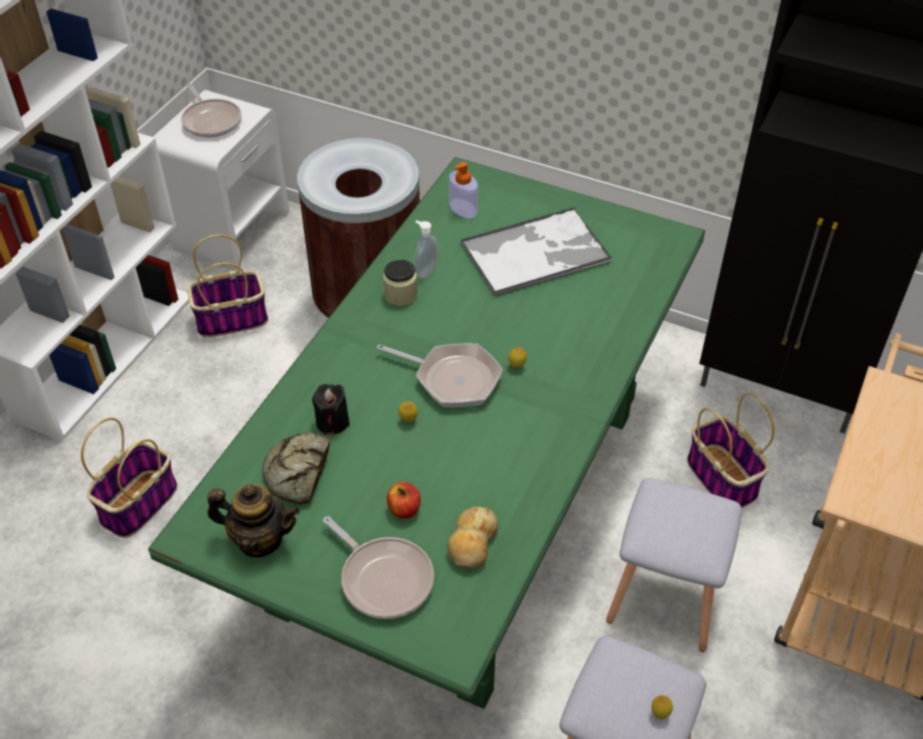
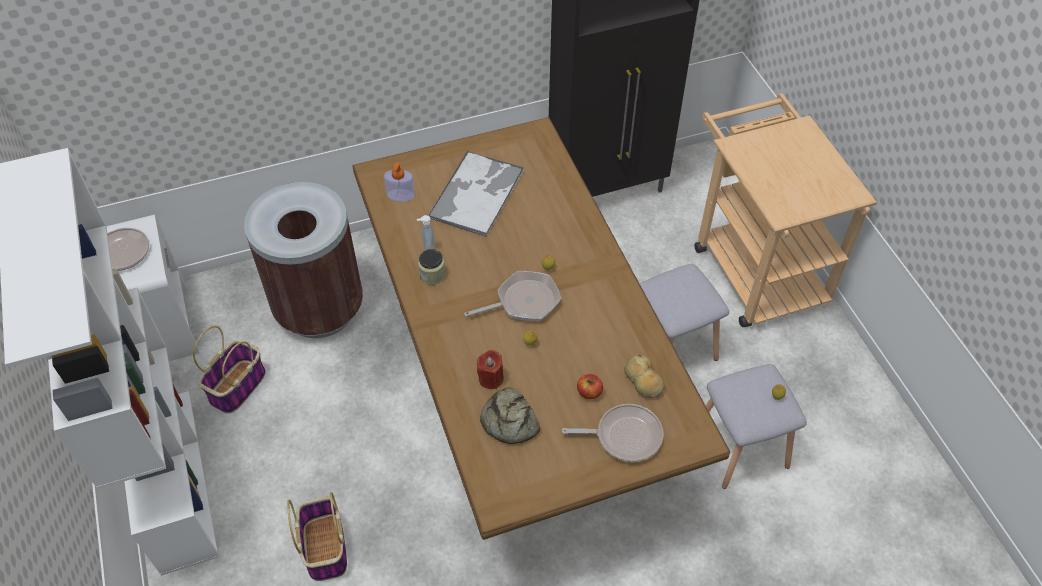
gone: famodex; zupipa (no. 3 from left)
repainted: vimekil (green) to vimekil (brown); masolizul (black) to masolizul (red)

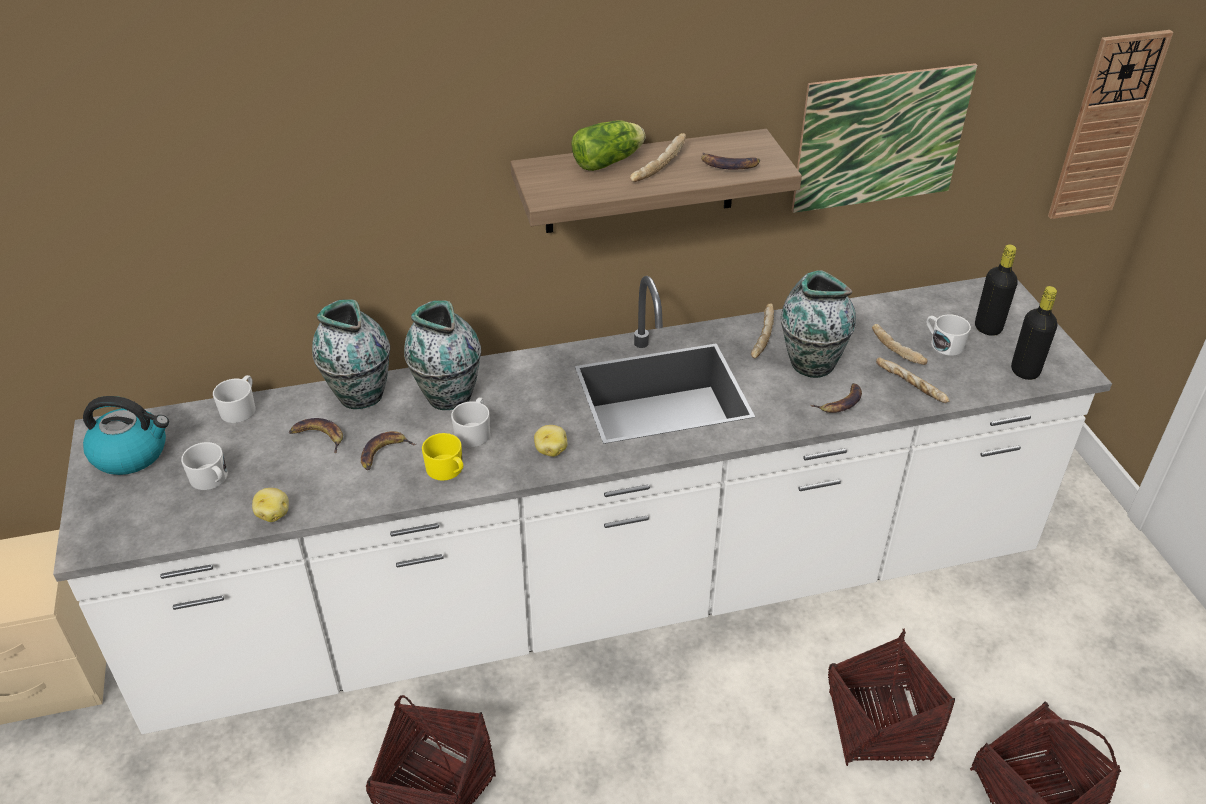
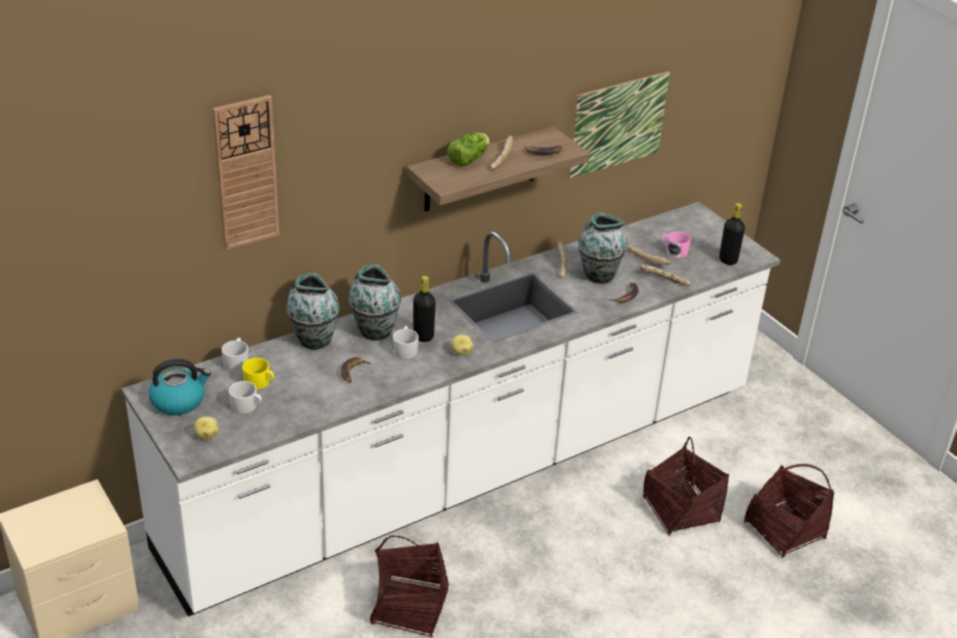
gone: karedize (no. 1 from left)
shifted: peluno (no. 1 from left); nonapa; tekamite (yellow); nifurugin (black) (no. 1 from left)
repainted: tekamite (white) (no. 4 from left) to tekamite (pink)

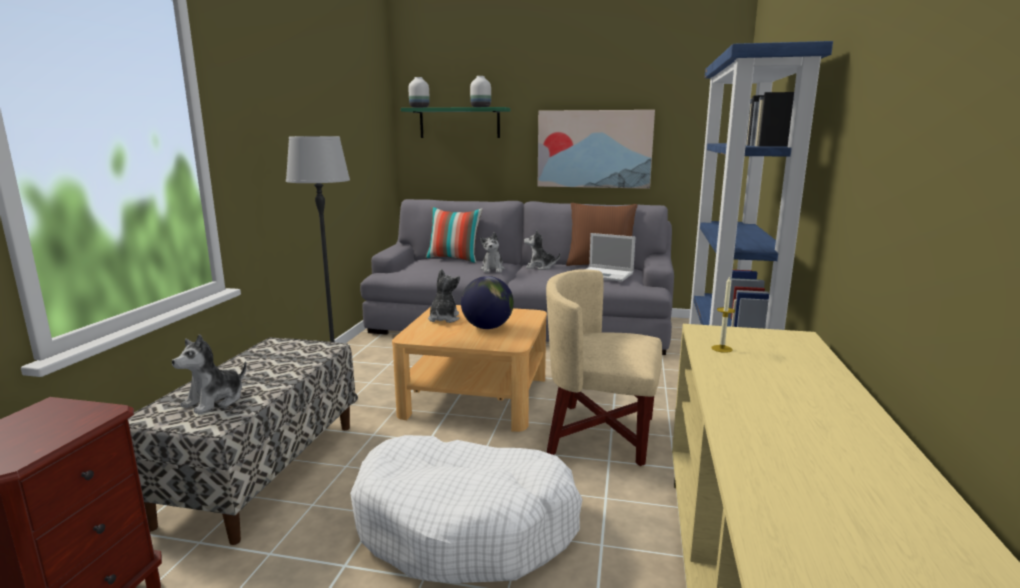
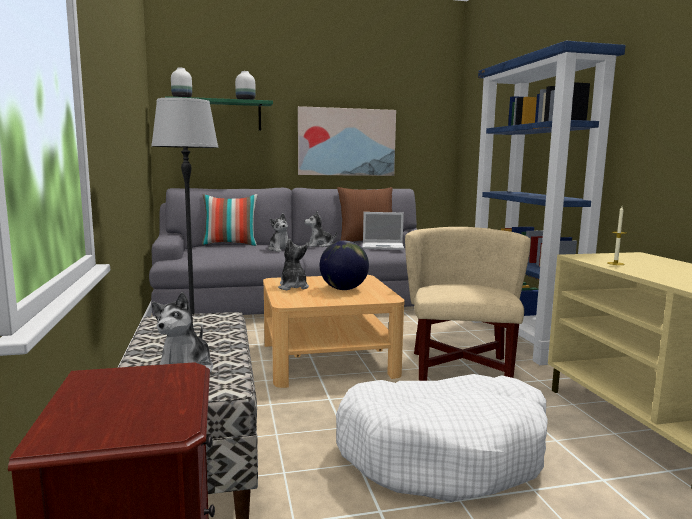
rotated: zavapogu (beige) 105 degrees clockwise

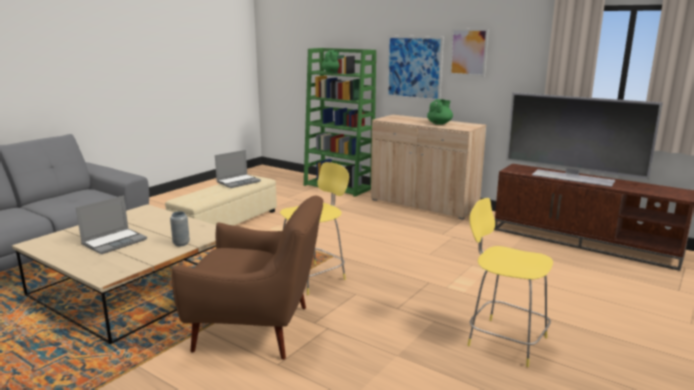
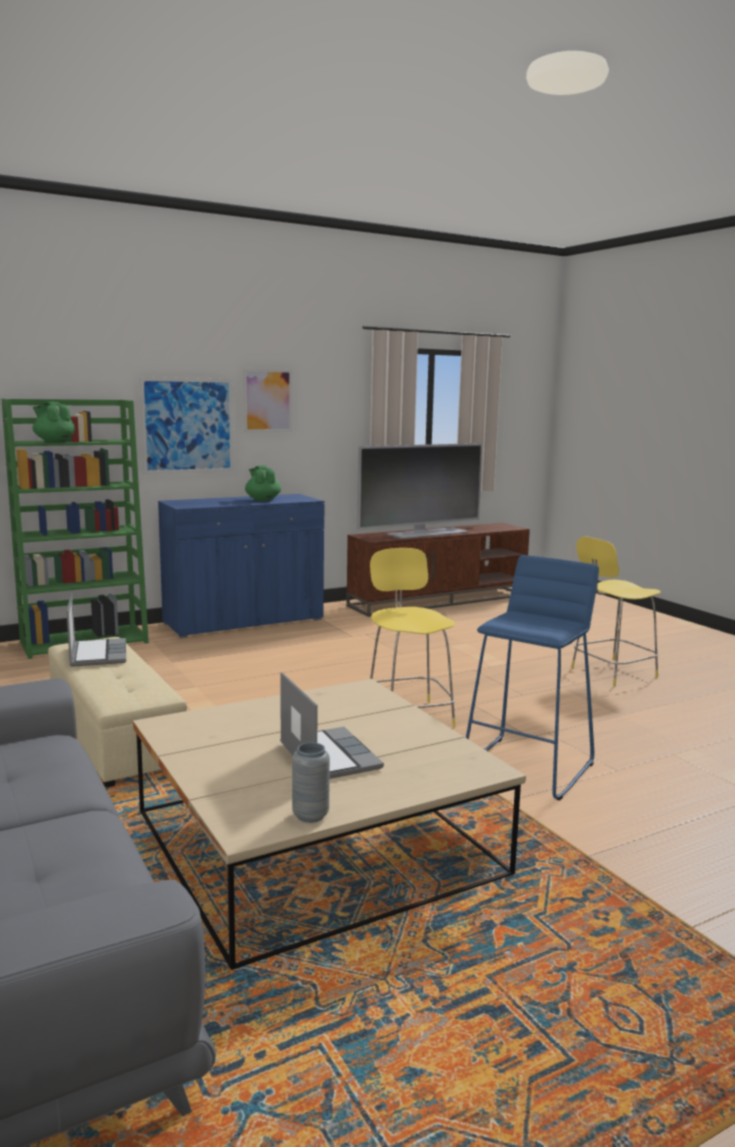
shifted: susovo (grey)
swapped: zavapogu (brown) to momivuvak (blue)
repainted: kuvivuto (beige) to kuvivuto (blue)

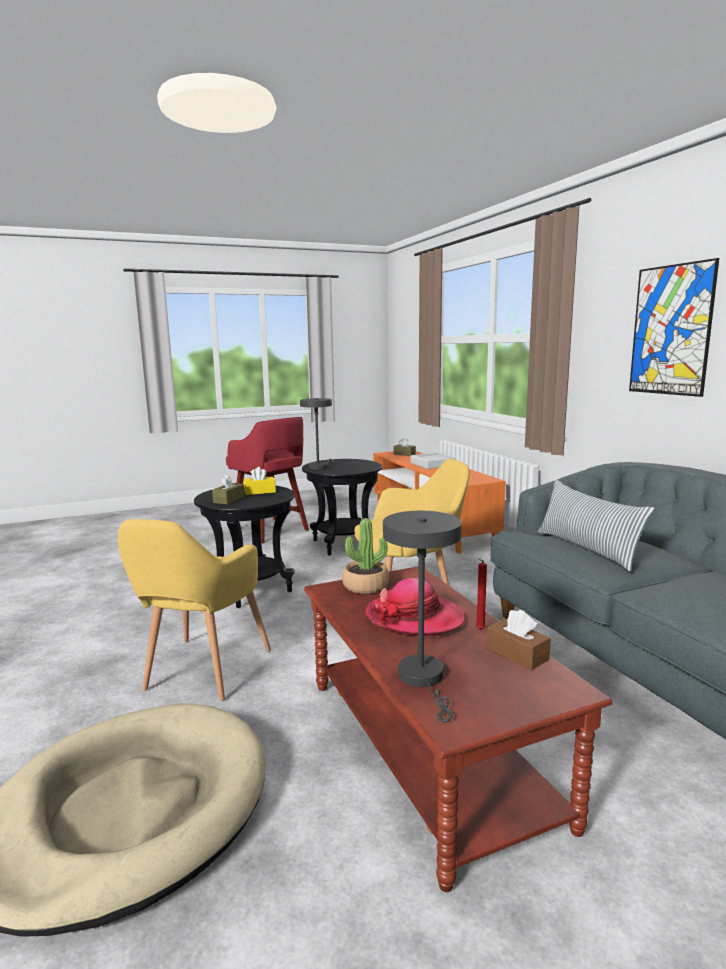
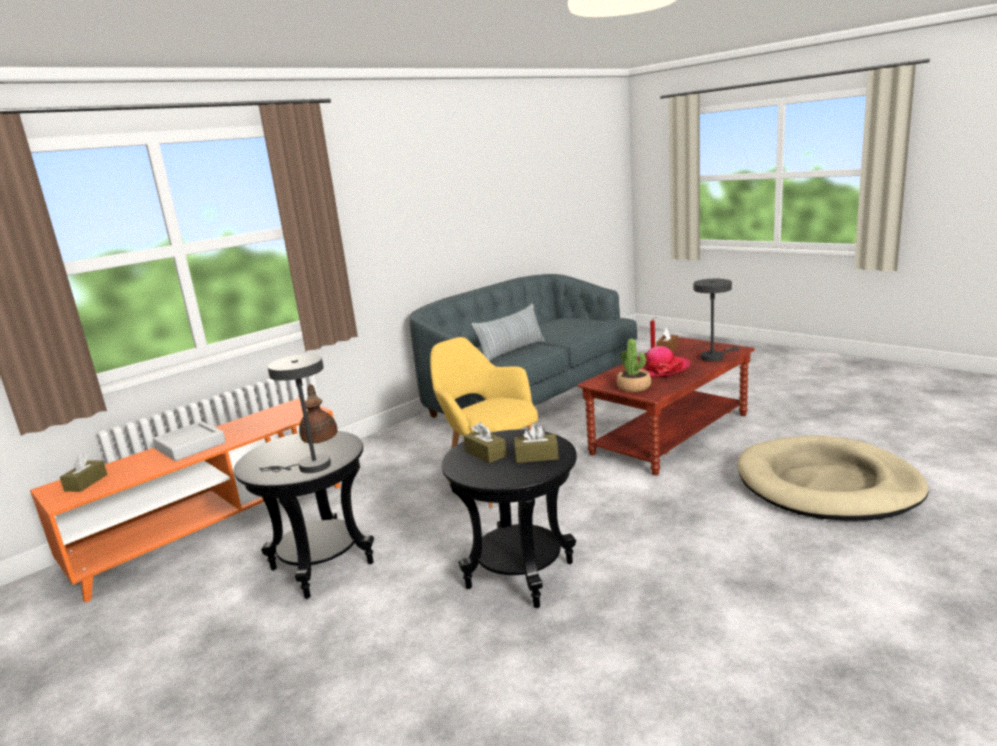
gone: zavapogu (yellow) (no. 1 from left); momivuvak (red); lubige
new: famodex (brown)
repainted: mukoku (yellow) to mukoku (brown) (no. 2 from left)

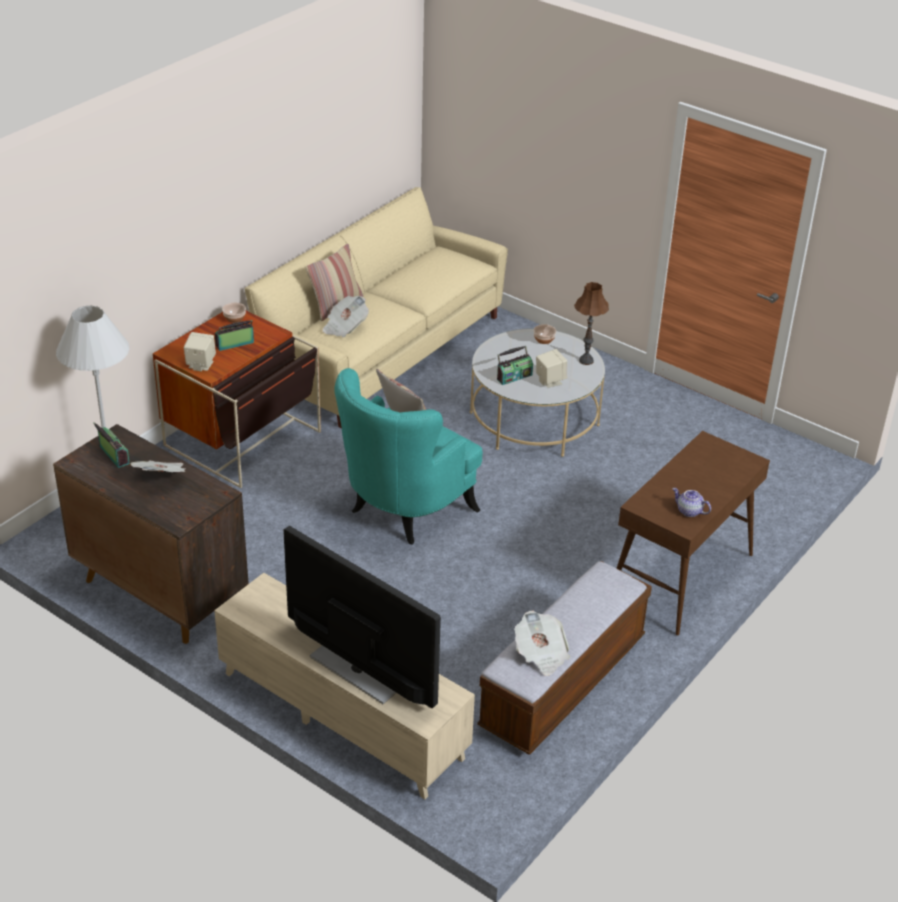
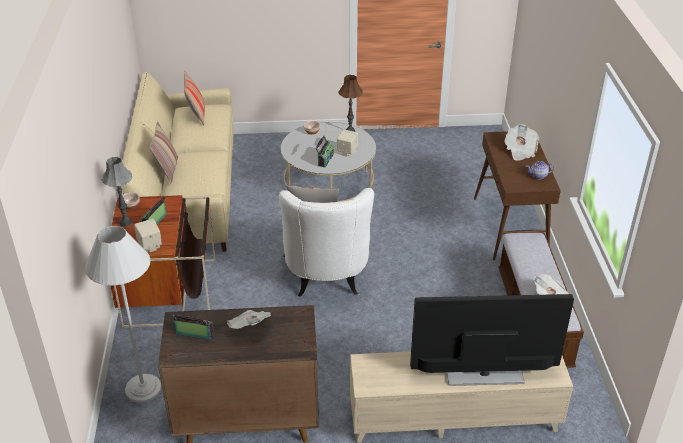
new: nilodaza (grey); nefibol (no. 2 from left)
shifted: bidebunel (no. 2 from left)
repainted: zavapogu (turquoise) to zavapogu (white)

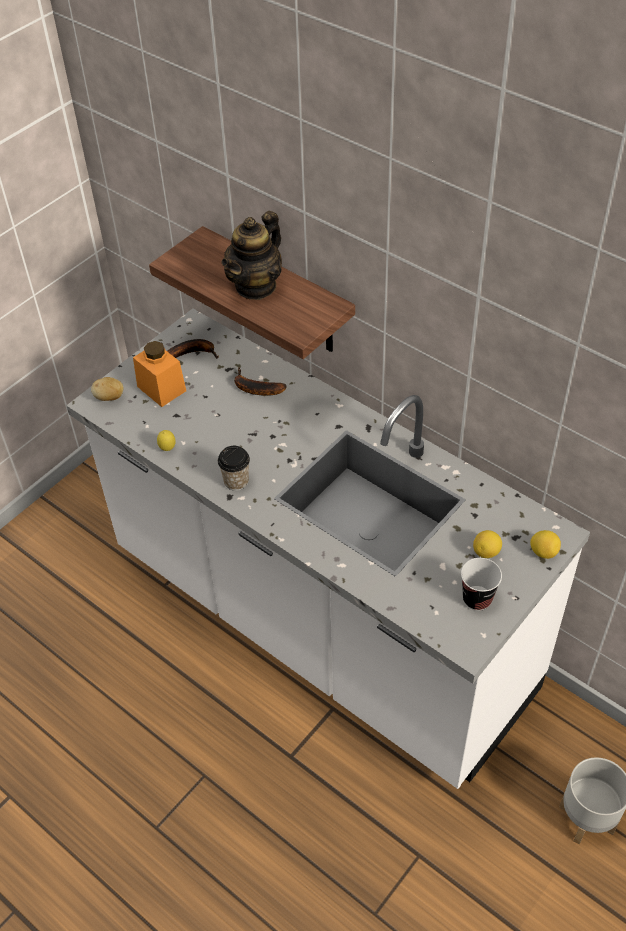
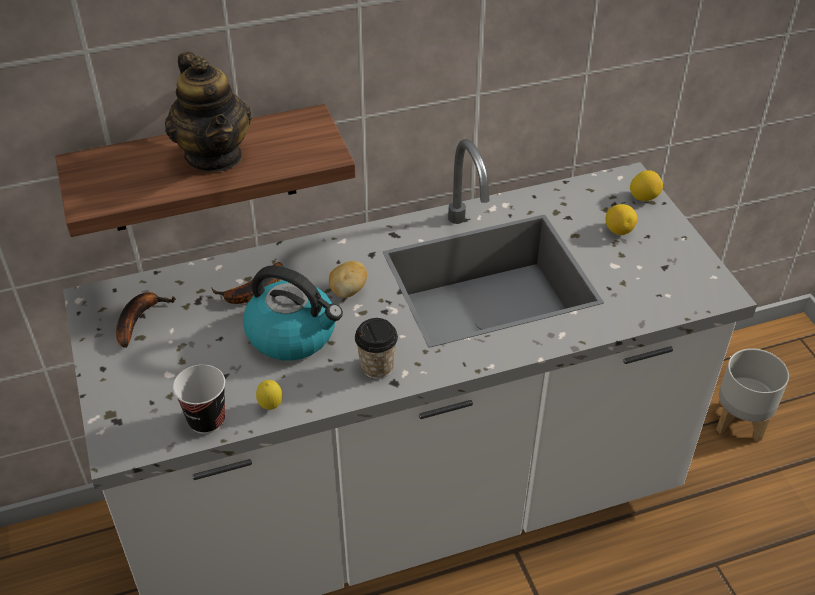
gone: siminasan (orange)
new: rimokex
shifted: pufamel (no. 2 from left in the first image) to pufamel (no. 1 from left); peluno

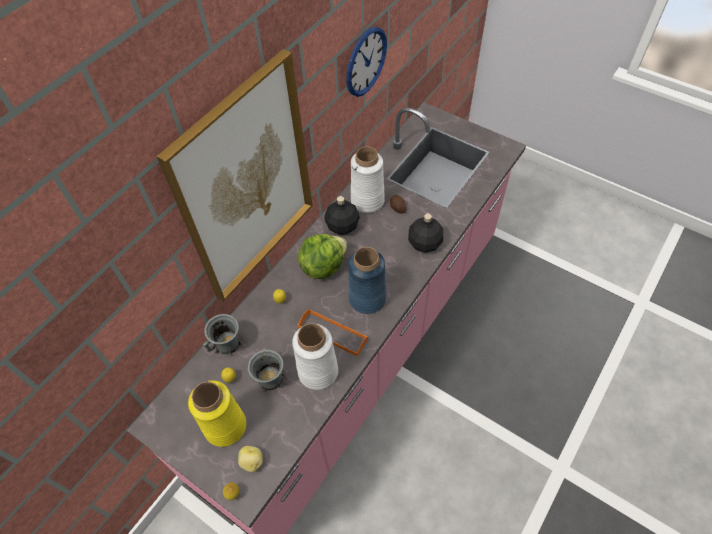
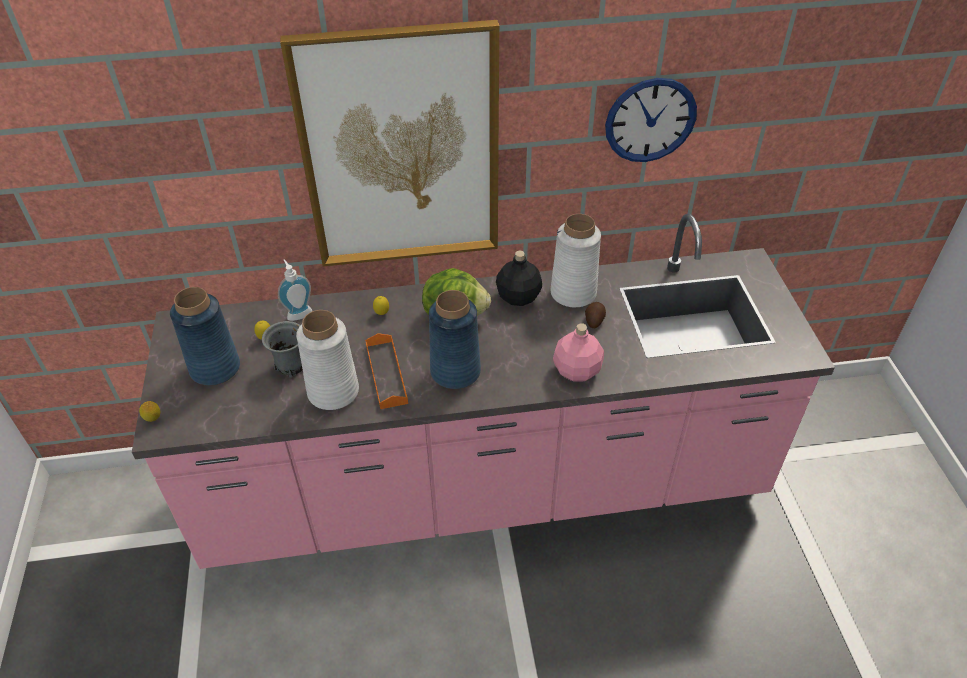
gone: peluno (no. 1 from left)
swapped: tekamite (grey) (no. 1 from left) to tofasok
repainted: susovo (yellow) to susovo (blue) (no. 1 from left); nifurugin (black) (no. 2 from left) to nifurugin (pink)

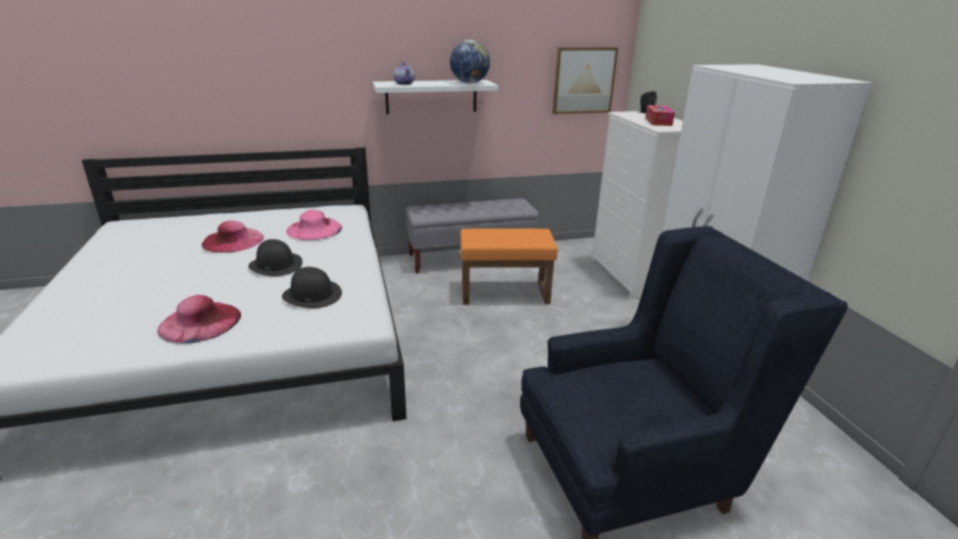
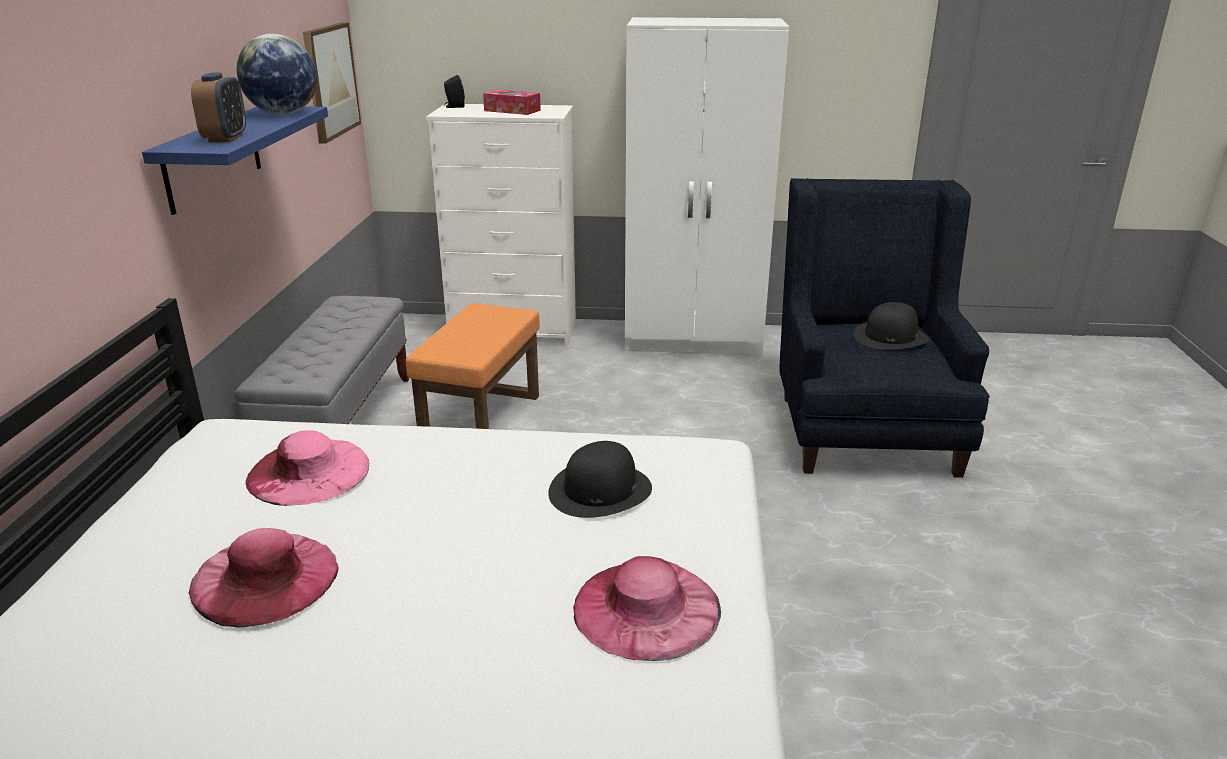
shifted: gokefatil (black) (no. 1 from left in the first image) to gokefatil (black) (no. 2 from left)
swapped: famodex to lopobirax
repainted: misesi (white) to misesi (blue)

